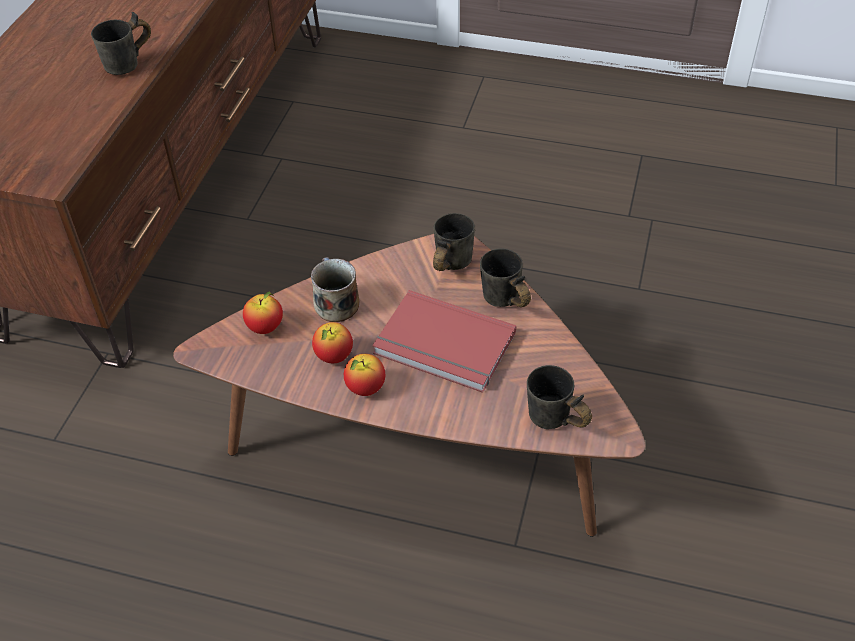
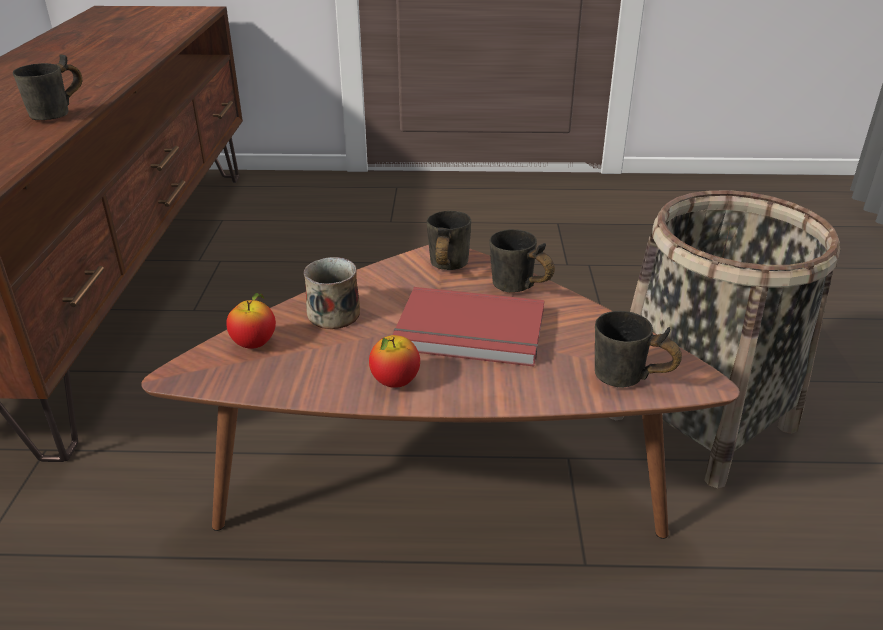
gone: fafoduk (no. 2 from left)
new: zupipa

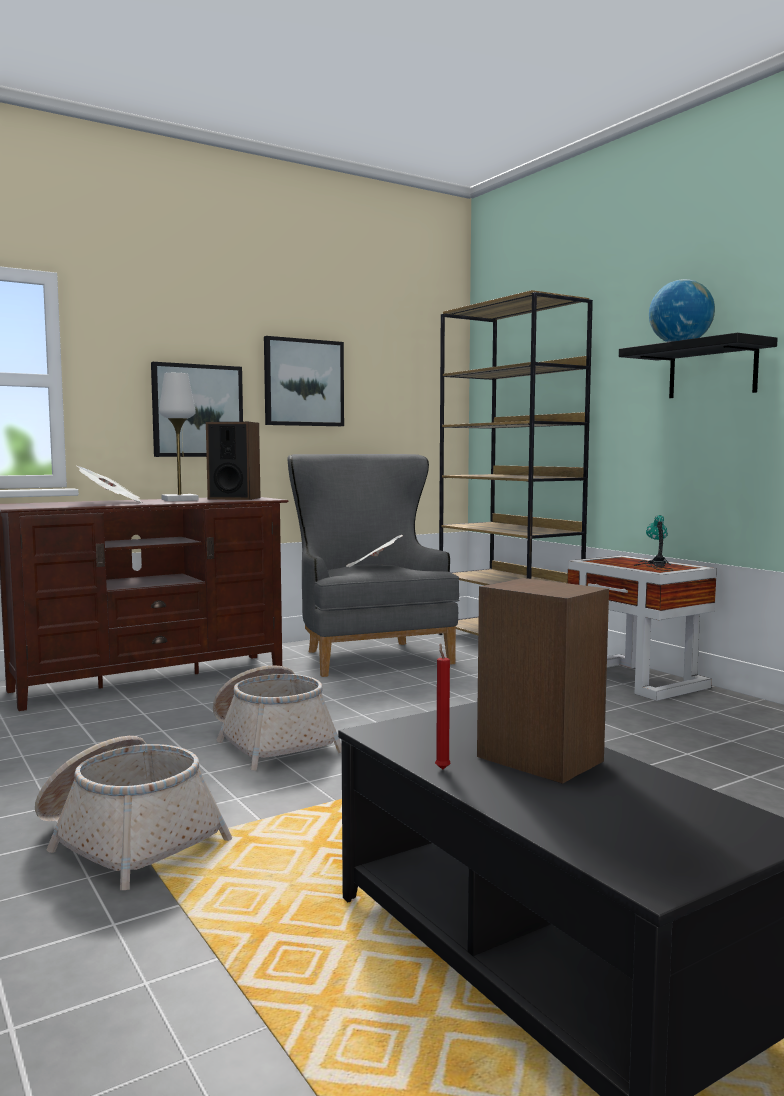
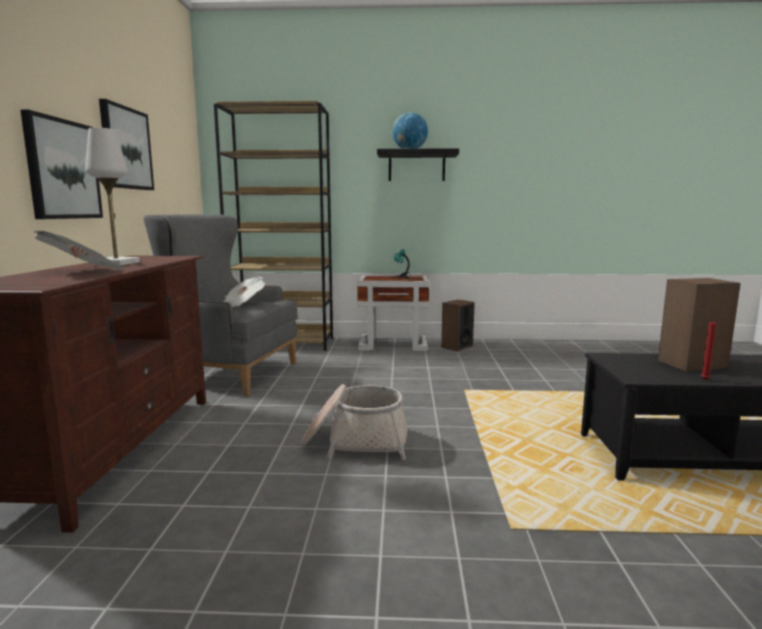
gone: zupipa (no. 1 from left)
shifted: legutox (no. 1 from left)

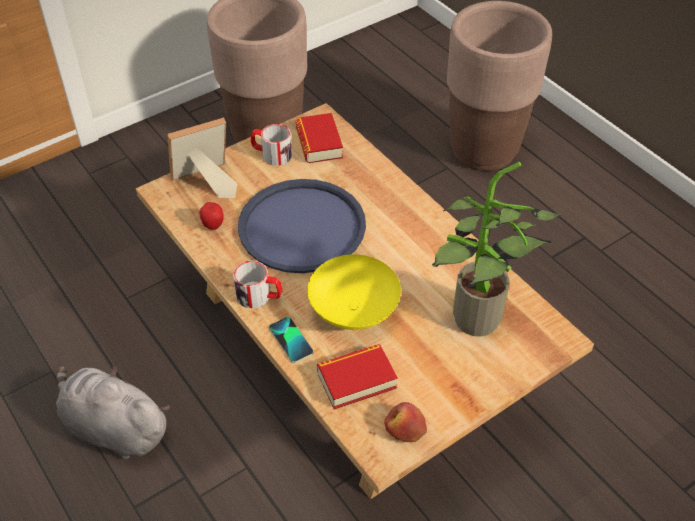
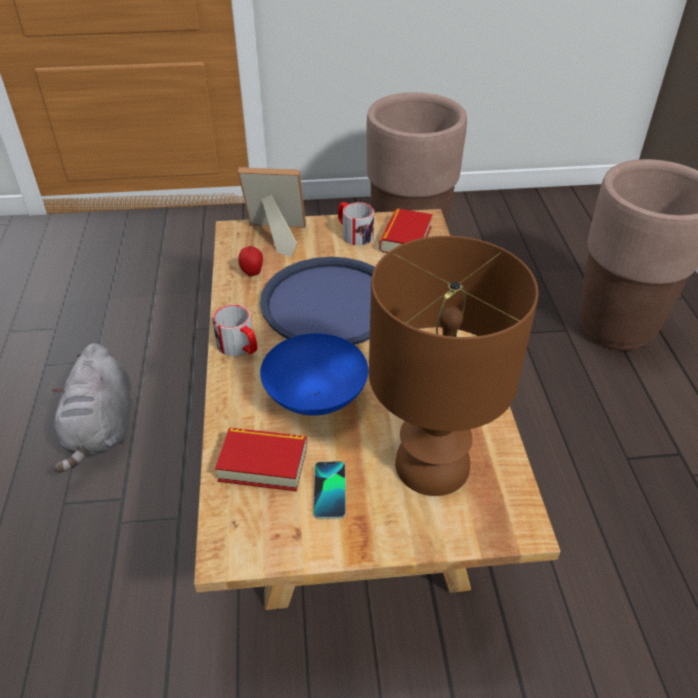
gone: fafoduk (no. 2 from left)
shifted: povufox
swapped: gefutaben to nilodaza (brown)
repainted: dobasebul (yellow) to dobasebul (blue)
rotated: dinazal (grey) 150 degrees counterclockwise

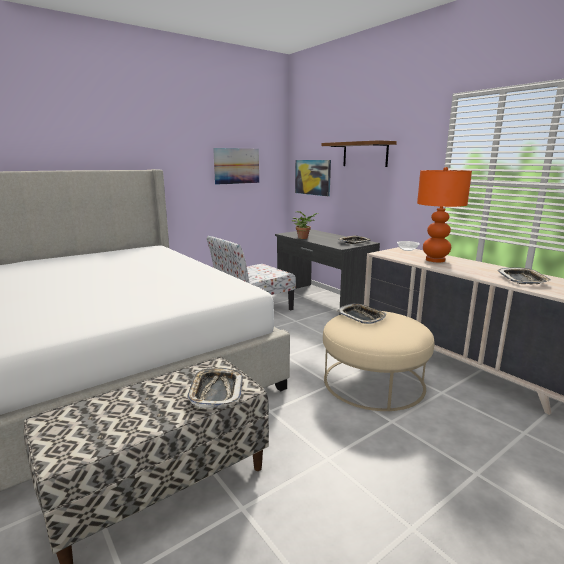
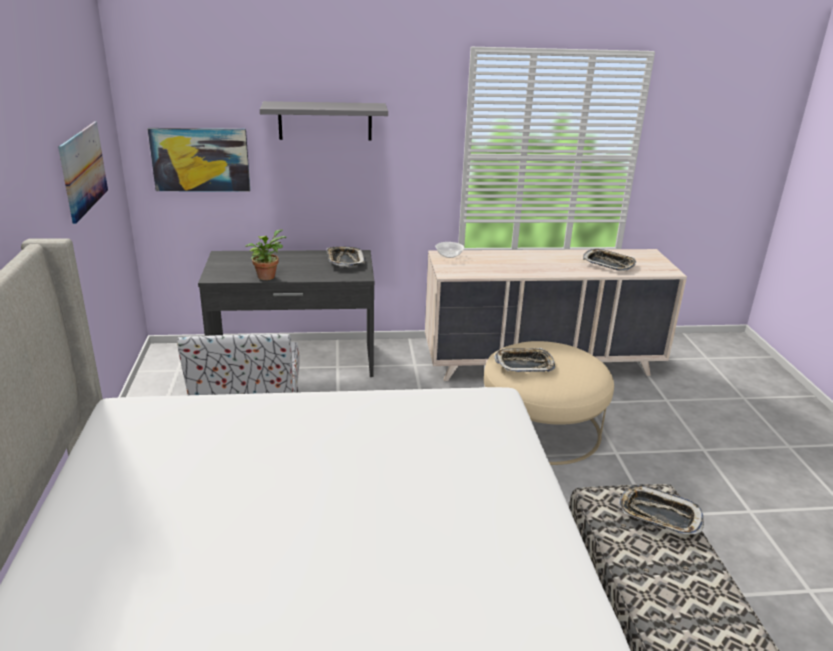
gone: nilodaza (orange)
repainted: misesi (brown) to misesi (grey)

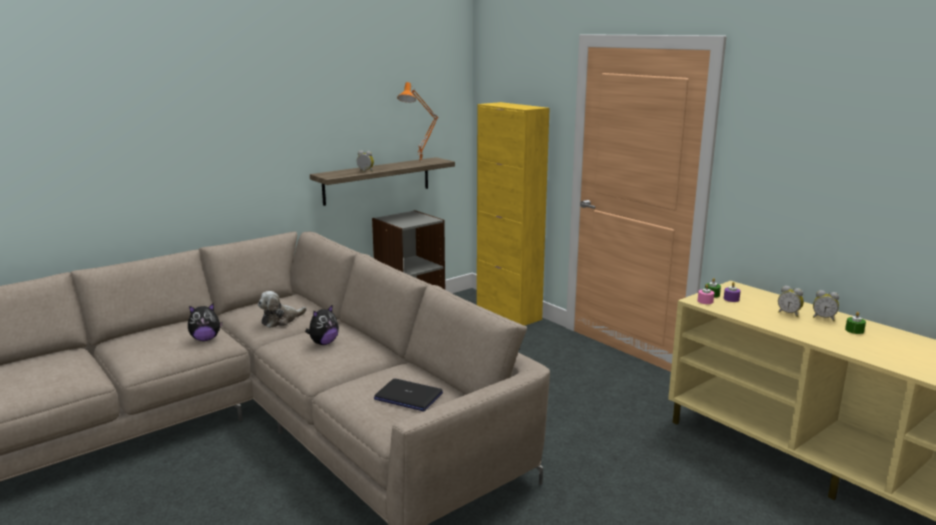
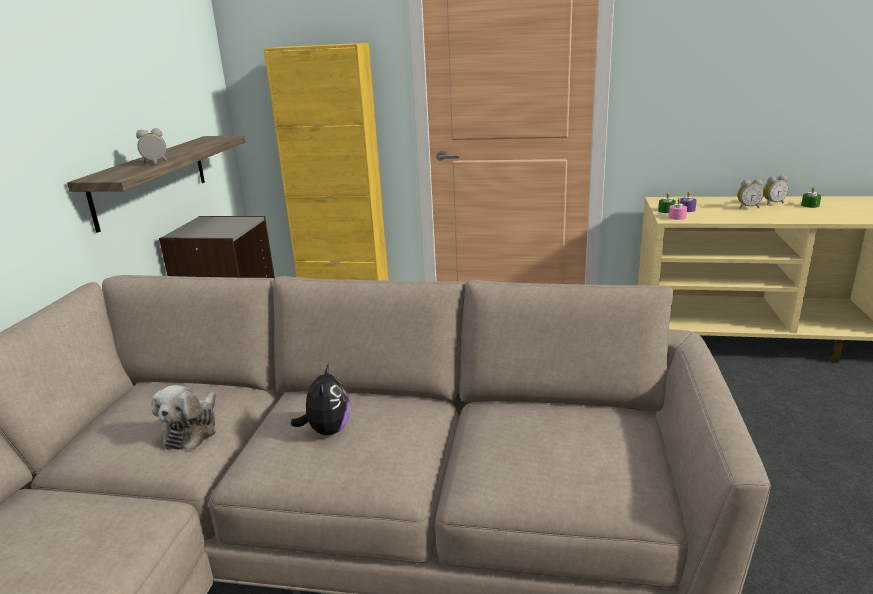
gone: dinazal (no. 1 from left); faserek; nilodaza (orange)

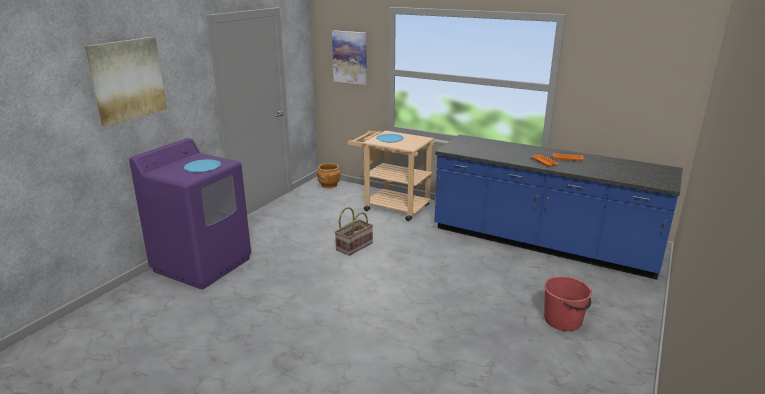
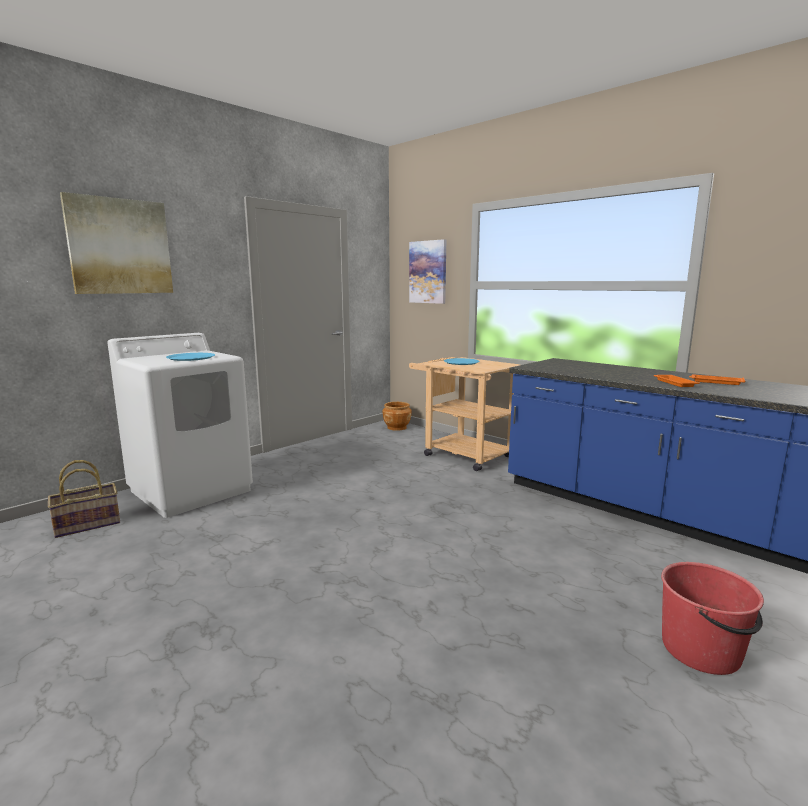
shifted: zupipa
repainted: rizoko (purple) to rizoko (white)

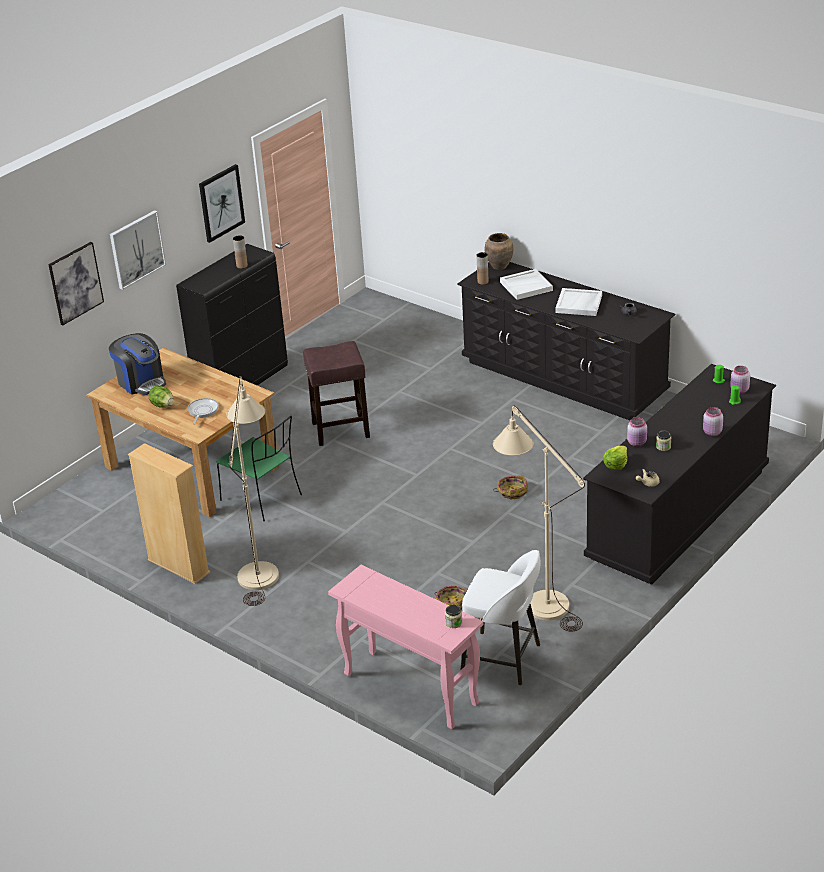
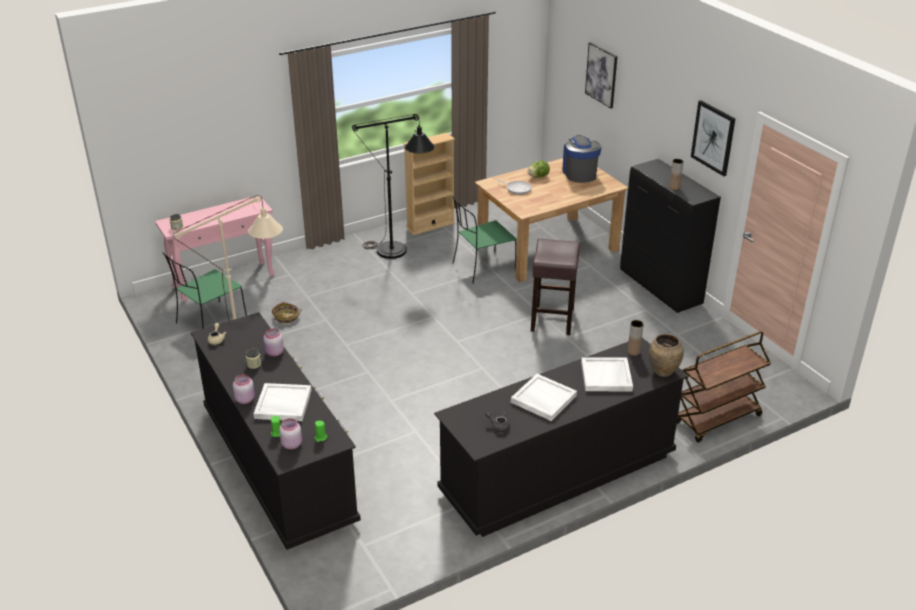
gone: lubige (no. 2 from left); zupipa (no. 2 from left); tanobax (no. 2 from left)
new: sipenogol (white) (no. 1 from left); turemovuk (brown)
swapped: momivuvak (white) to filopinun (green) (no. 1 from left)
repainted: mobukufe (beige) (no. 1 from left) to mobukufe (black)
rotated: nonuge 105 degrees clockwise

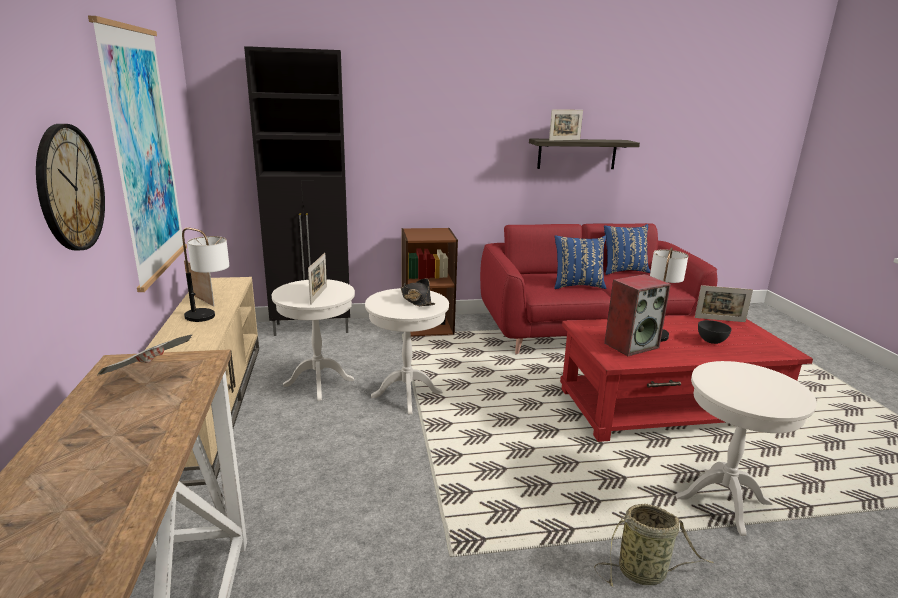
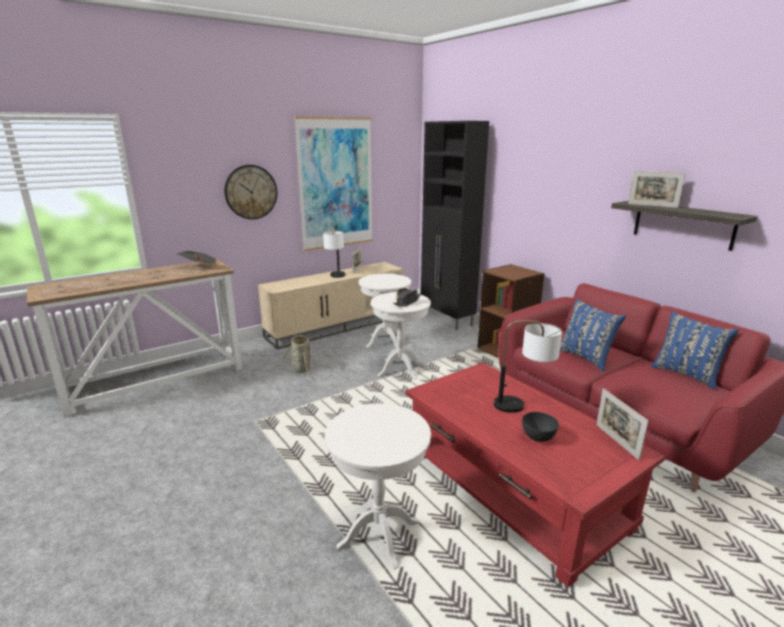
gone: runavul (no. 2 from left); legutox
shifted: zupipa

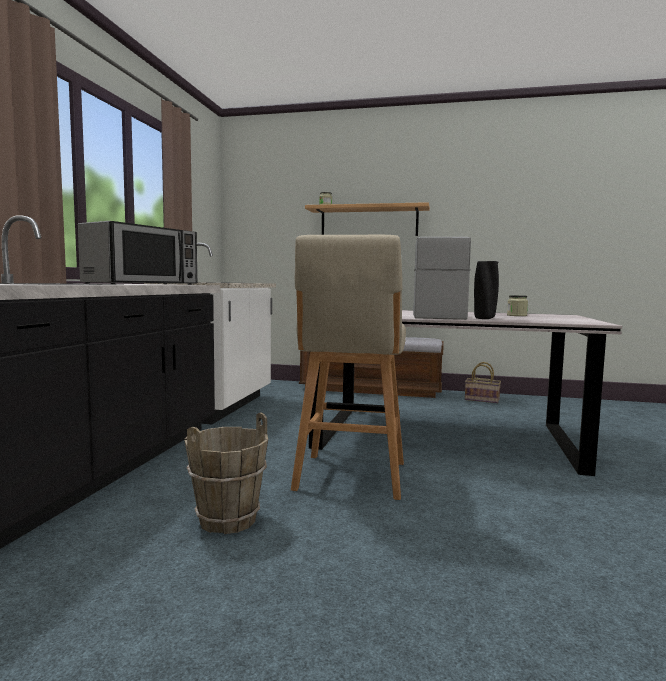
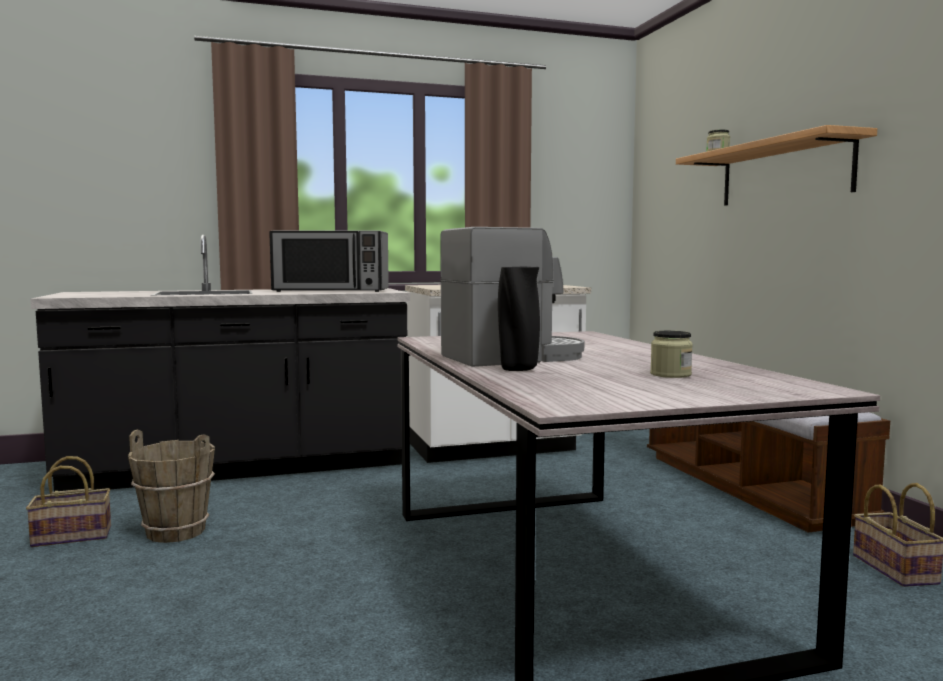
gone: momivuvak (beige)
new: zupipa (no. 1 from left)

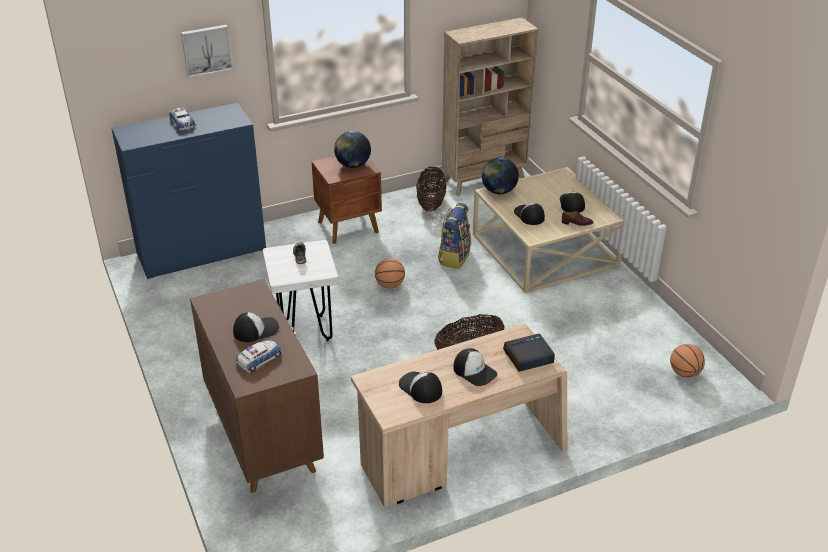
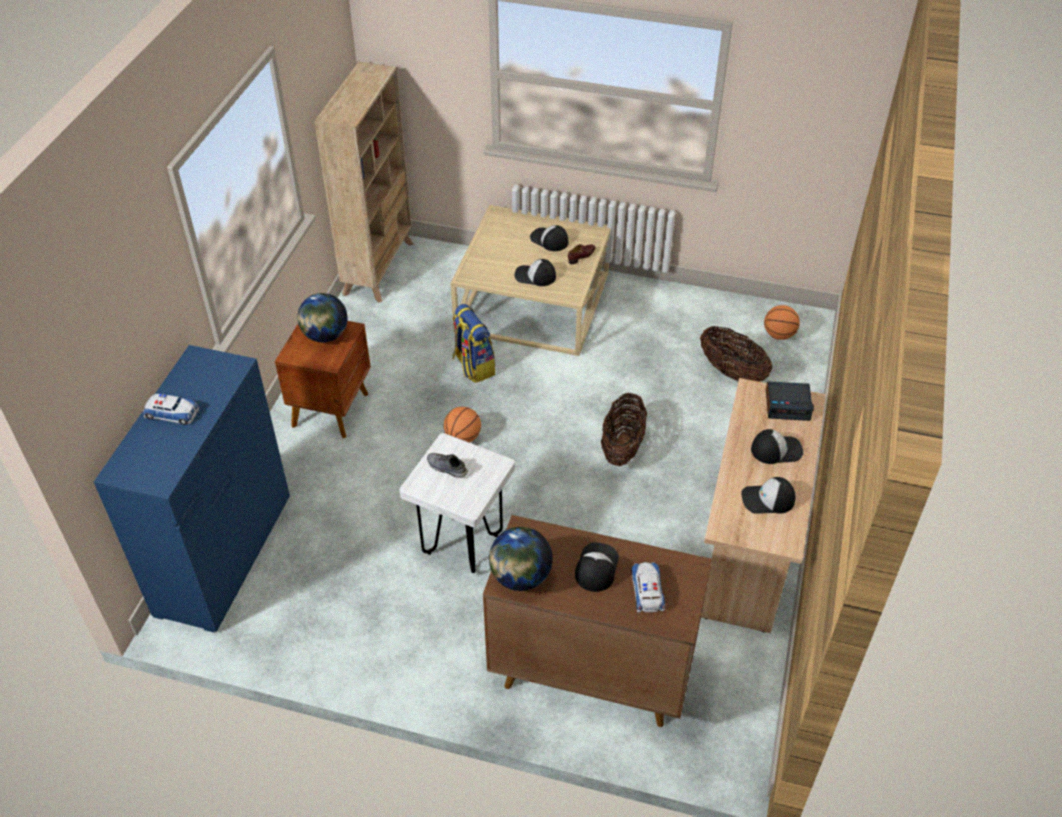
gone: lubige
shifted: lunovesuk (no. 2 from left); zupipa (no. 1 from left in the first image) to zupipa (no. 2 from left)
rotated: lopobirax 105 degrees counterclockwise

